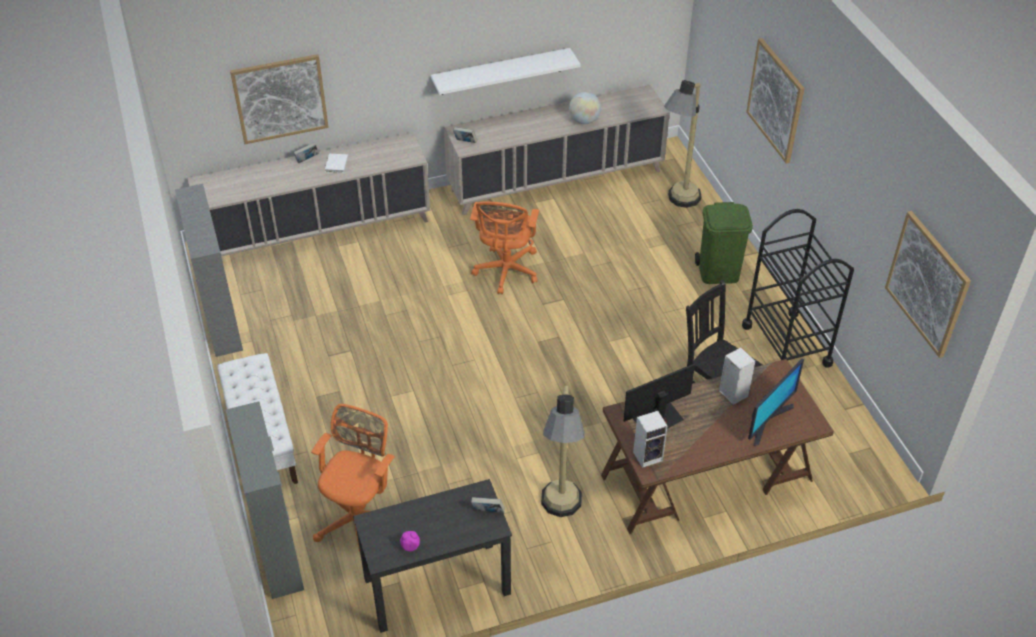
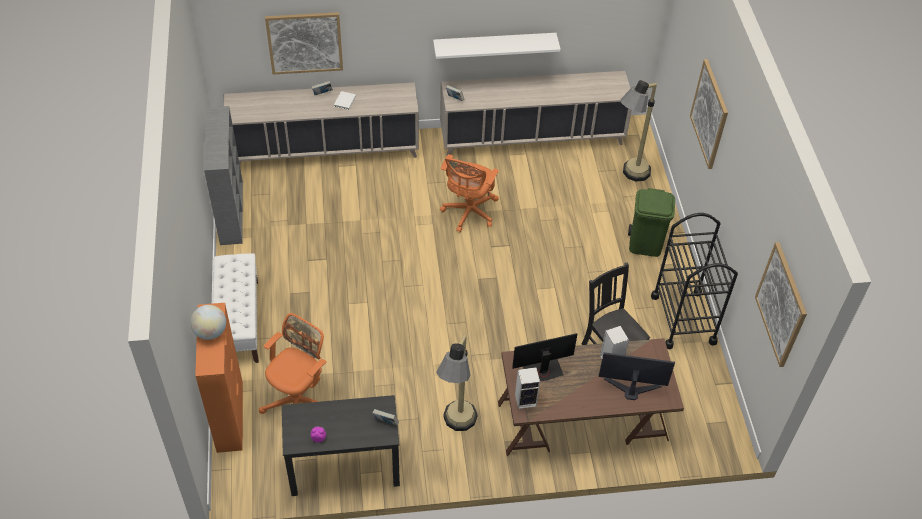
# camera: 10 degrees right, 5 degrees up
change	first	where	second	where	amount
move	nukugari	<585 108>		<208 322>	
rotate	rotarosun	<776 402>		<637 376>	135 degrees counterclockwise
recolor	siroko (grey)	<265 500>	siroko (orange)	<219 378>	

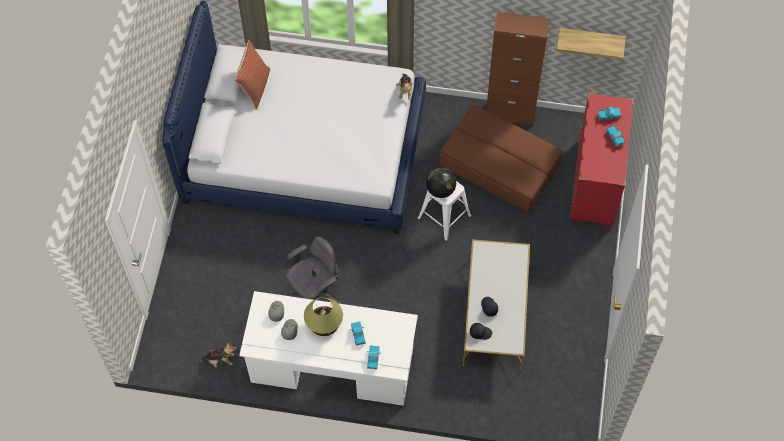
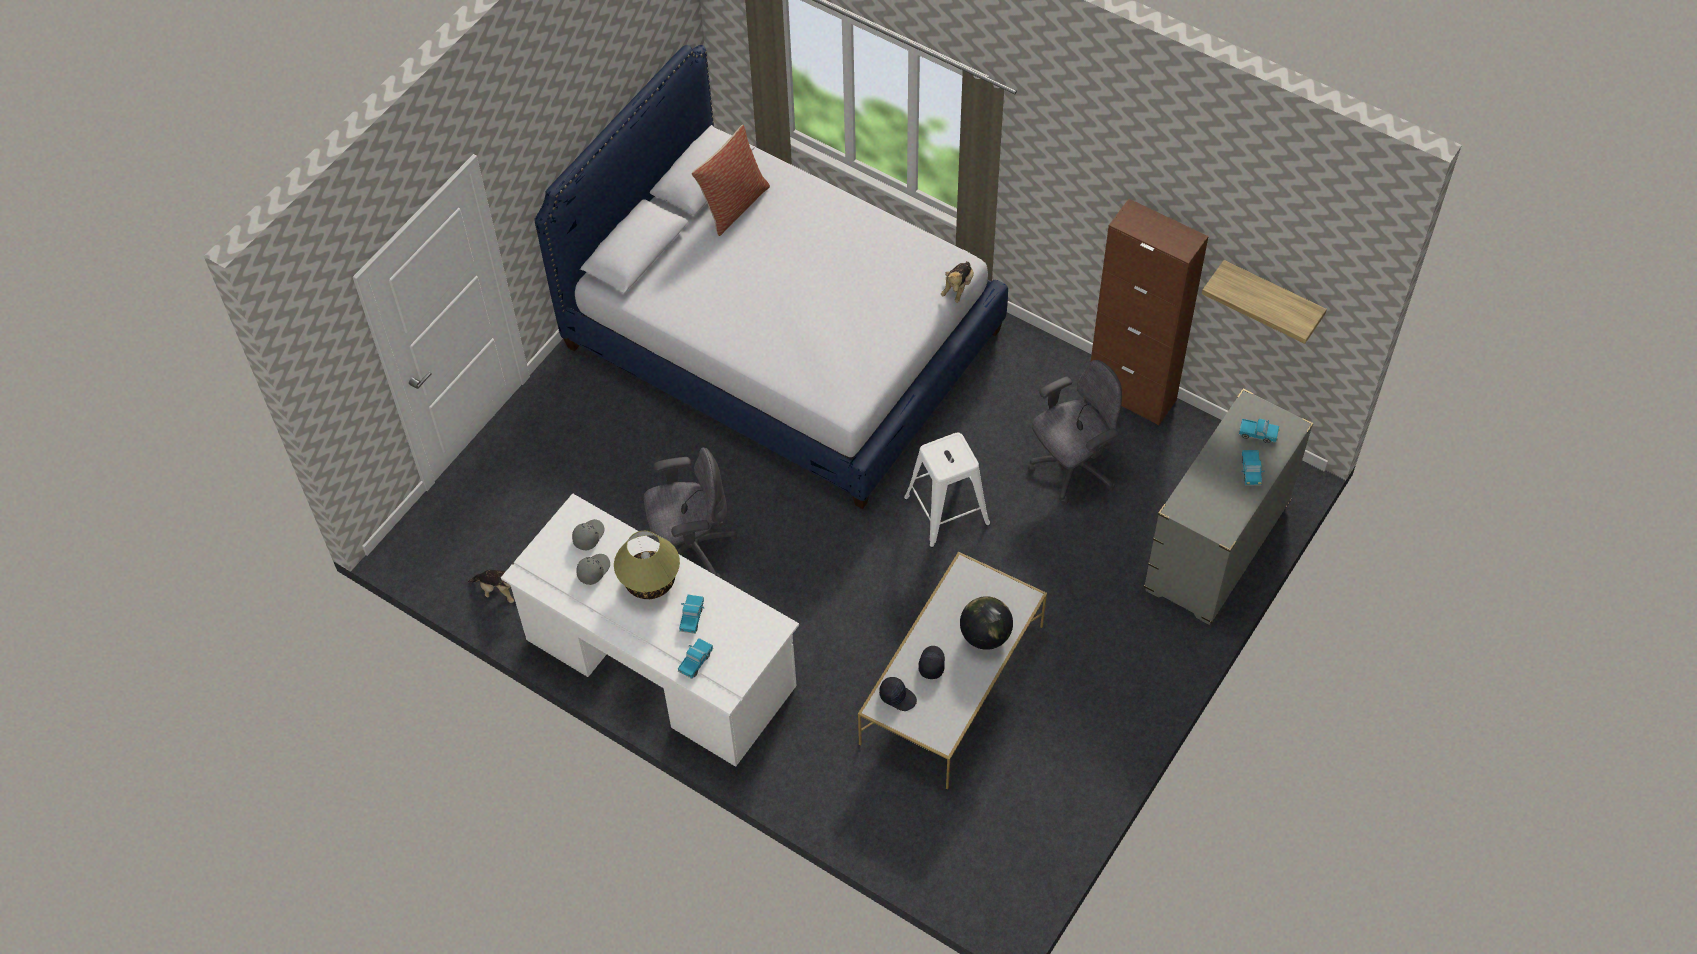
# camera: 25 degrees right, 5 degrees down
change	first	where	second	where	amount
recolor	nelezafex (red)	<602 159>	nelezafex (grey)	<1229 507>	
replace	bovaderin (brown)	<501 159>	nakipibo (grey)	<1075 432>	
move	nukugari	<441 183>		<986 623>	

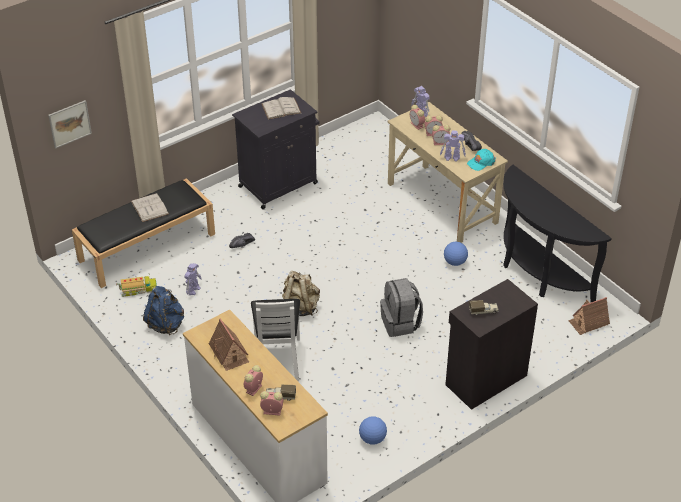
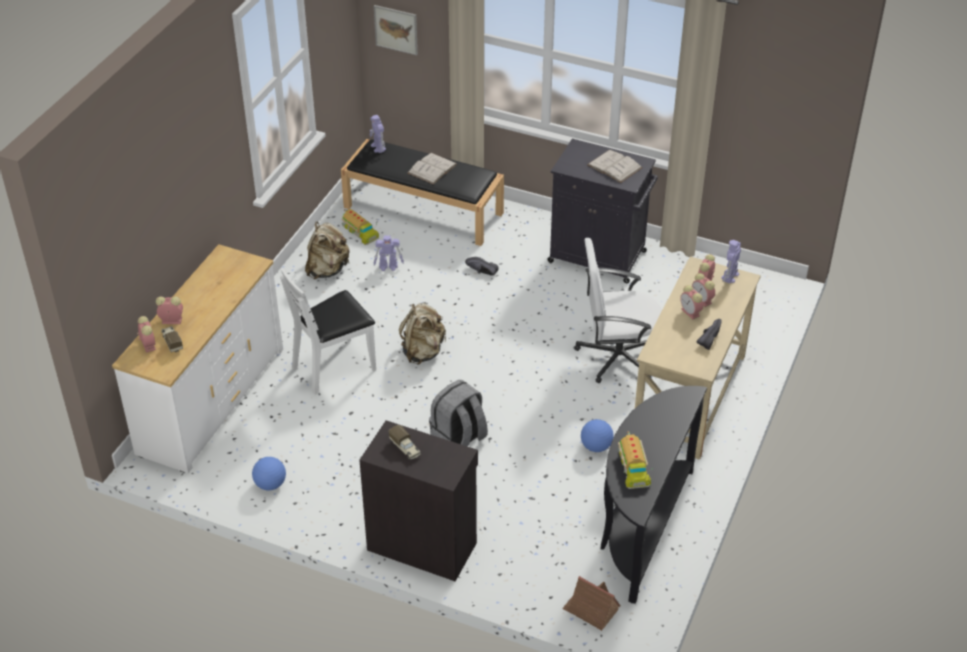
# camera: 60 degrees right, 0 degrees up
change	first	where	second	where	amount
move	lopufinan	<453 145>		<378 134>	
delete	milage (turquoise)	<481 160>			
recolor	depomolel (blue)	<163 310>	depomolel (beige)	<327 250>	
delete	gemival	<229 344>			
insert			nakipibo (white)	<618 310>	
insert			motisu	<635 460>	

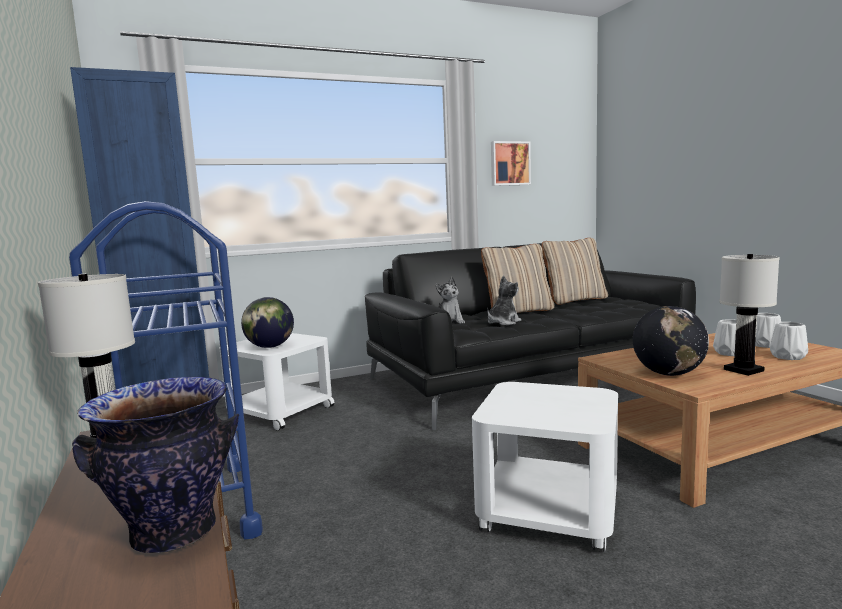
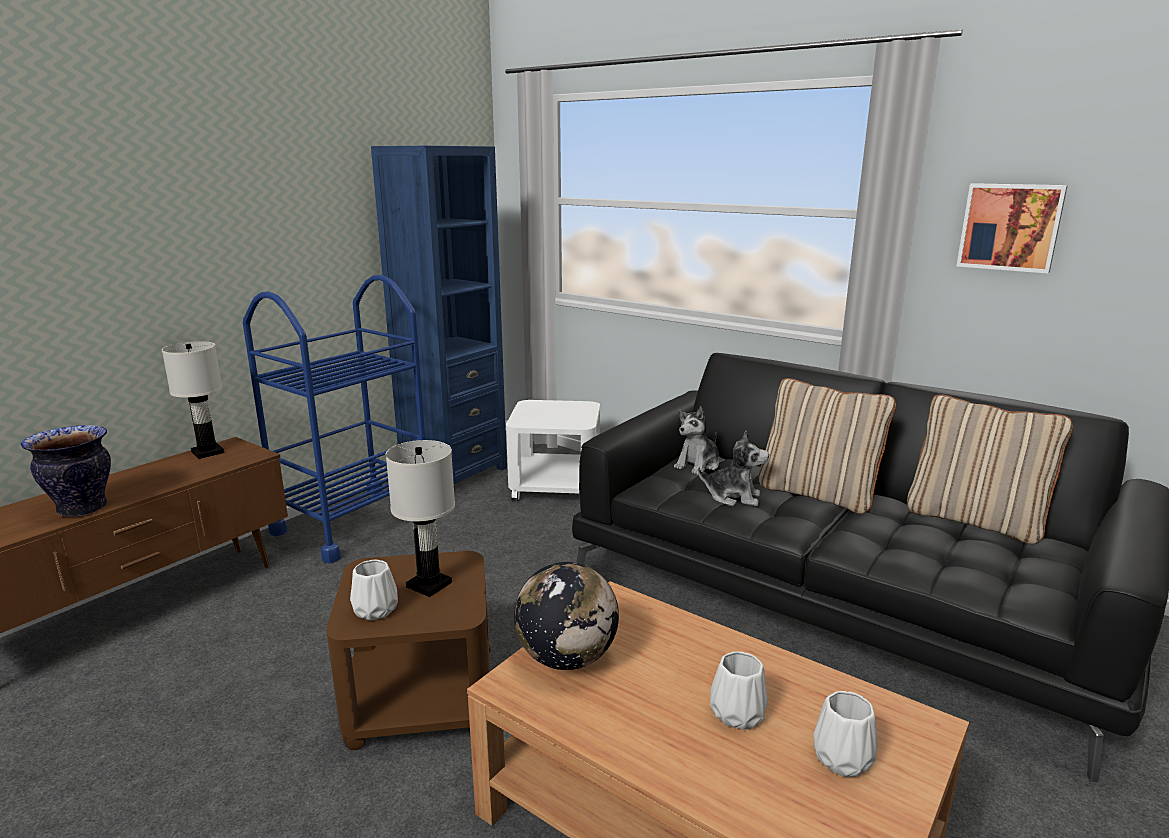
# camera: 60 degrees right, 10 degrees up
change	first	where	second	where	amount
move	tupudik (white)	<750 315>		<420 518>	
delete	nukugari	<267 322>			
move	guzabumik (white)	<789 341>		<374 590>	
recolor	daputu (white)	<545 467>	daputu (brown)	<408 650>	

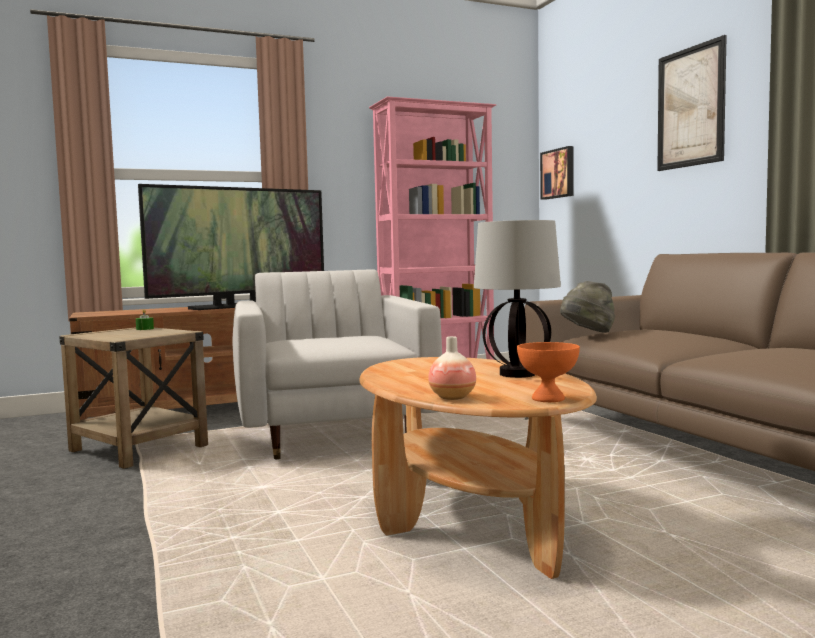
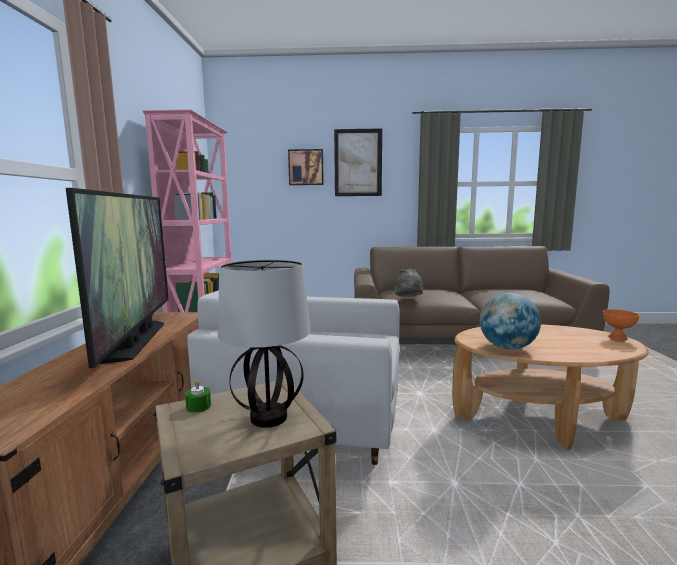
# camera: 65 degrees left, 5 degrees up
change	first	where	second	where	amount
move	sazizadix	<556 173>		<306 167>	
move	tupudik	<517 299>		<264 343>	
delete	guzabumik	<452 368>			
insert			nukugari	<510 321>	

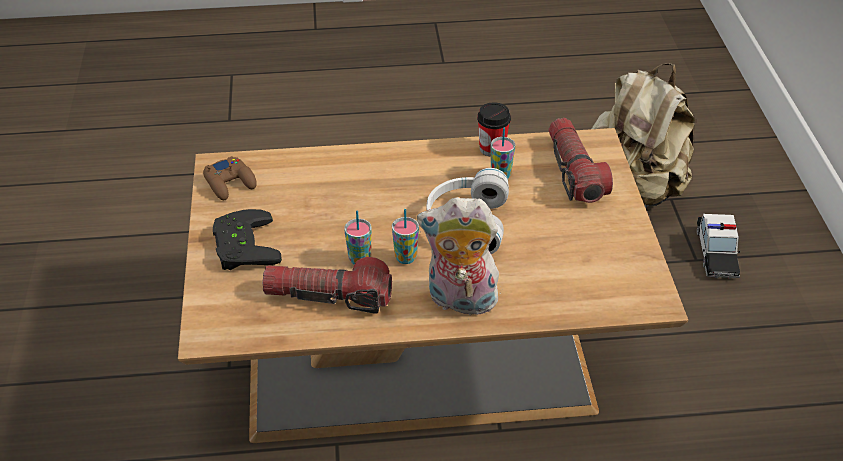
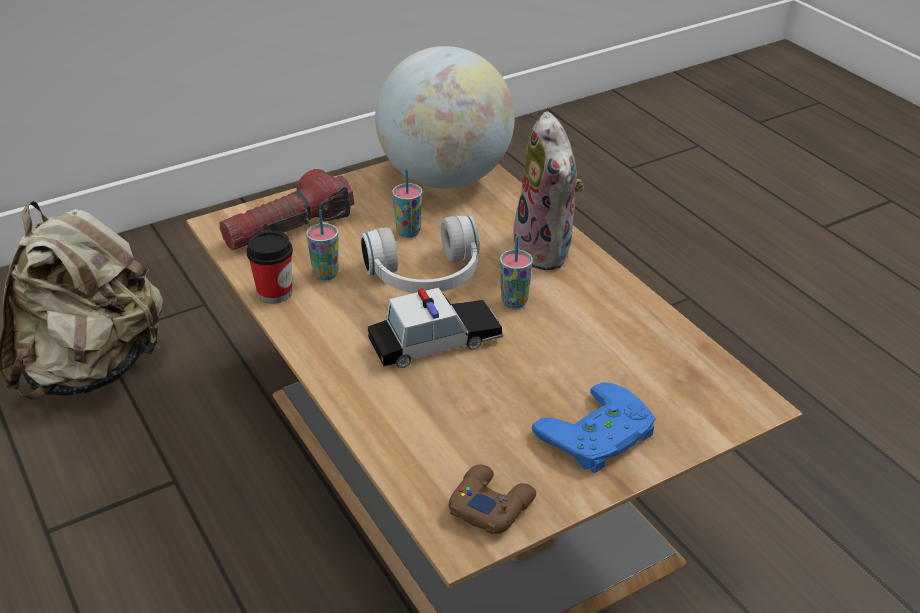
# camera: 115 degrees left, 5 degrees down
change	first	where	second	where	amount
recolor	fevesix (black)	<247 239>	fevesix (blue)	<594 427>	
move	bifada	<358 237>		<407 203>	
move	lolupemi	<718 246>		<435 327>	
delete	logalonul	<327 285>			
insert			nukugari	<445 117>	

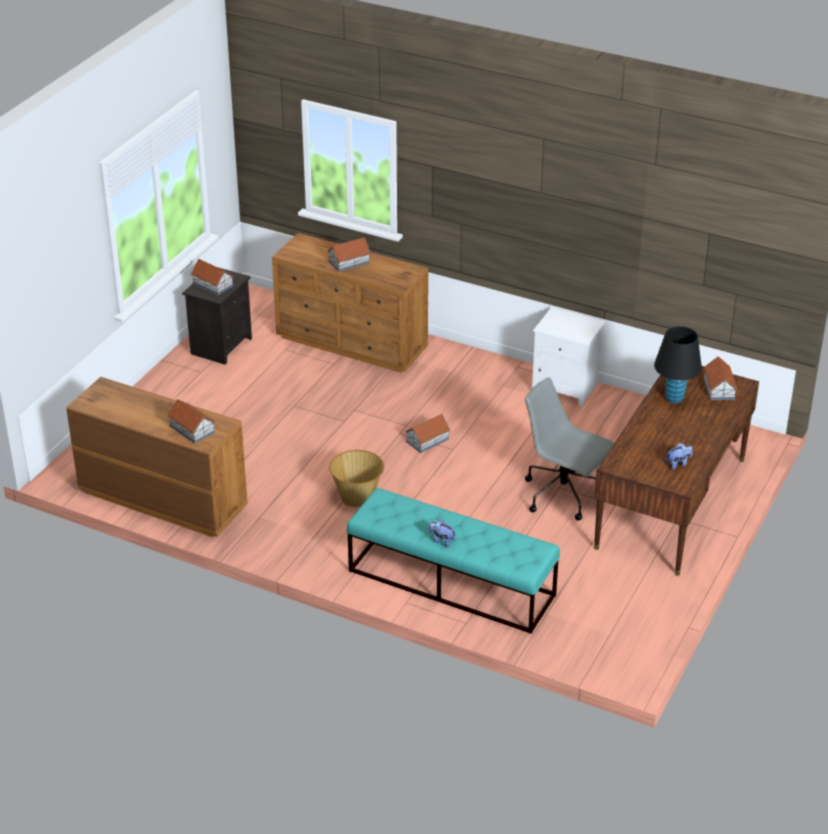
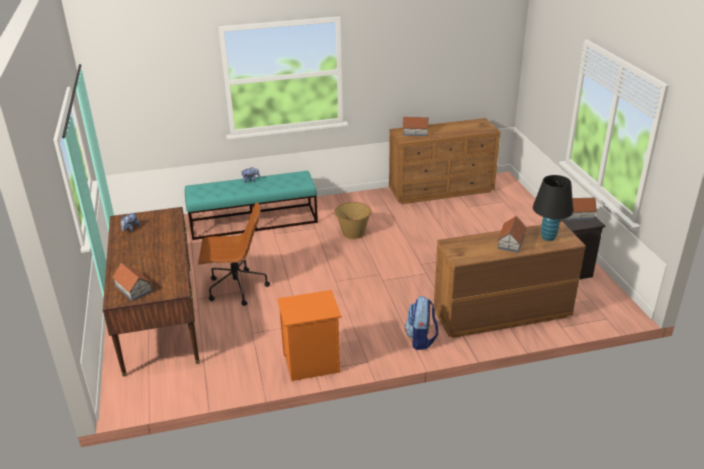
# camera: 140 degrees right, 5 degrees down
change	first	where	second	where	amount
recolor	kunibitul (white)	<568 357>	kunibitul (orange)	<309 335>	
move	tupudik (black)	<678 365>		<553 208>	
recolor	nakipibo (grey)	<569 449>	nakipibo (brown)	<234 254>	
delete	gemival	<428 433>			
insert			depomolel	<421 323>	

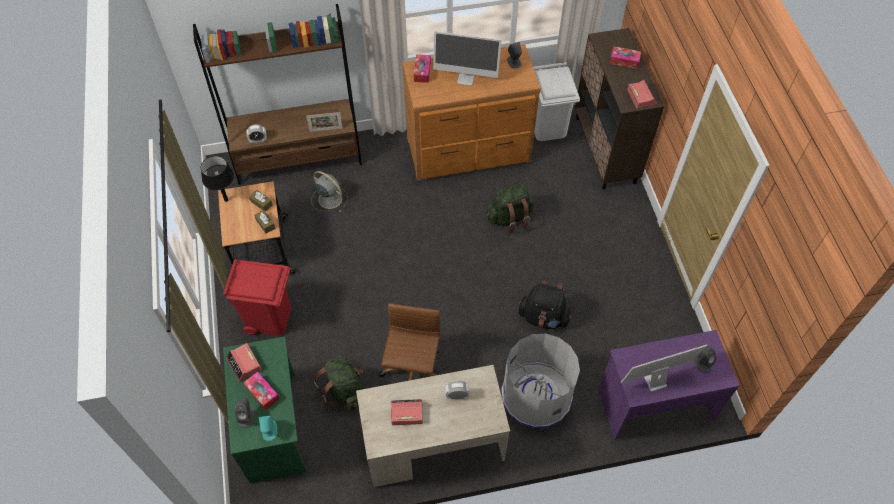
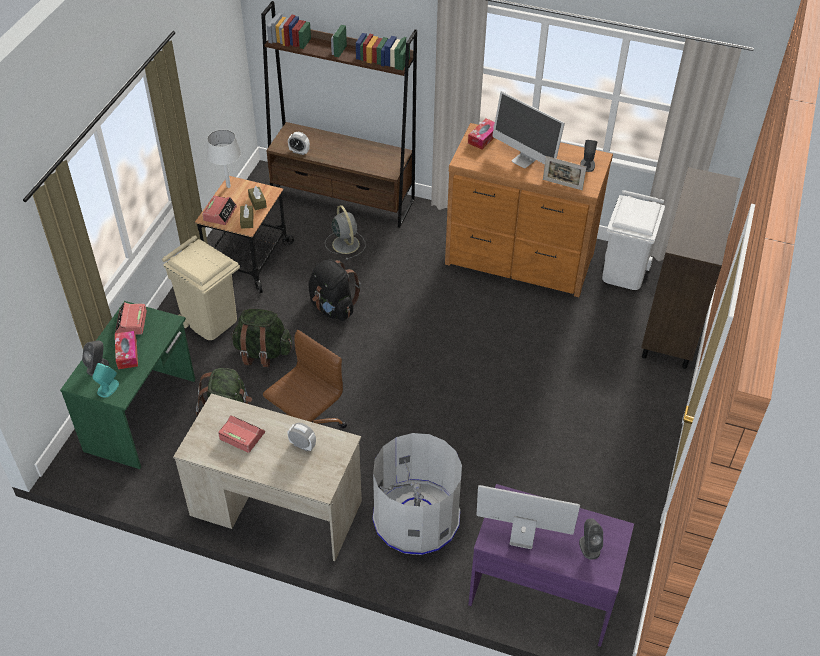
# camera: 30 degrees right, 10 degrees down
change	first	where	second	where	amount
delete	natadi	<625 57>			
move	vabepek	<642 94>		<220 210>	
move	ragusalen	<324 122>		<564 173>	
recolor	tupudik (black)	<217 179>	tupudik (white)	<224 159>	
move	depomolel (green)	<510 208>		<261 338>	
recolor	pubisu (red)	<257 297>	pubisu (beige)	<201 288>	
move	depomolel (black)	<545 304>		<334 290>	

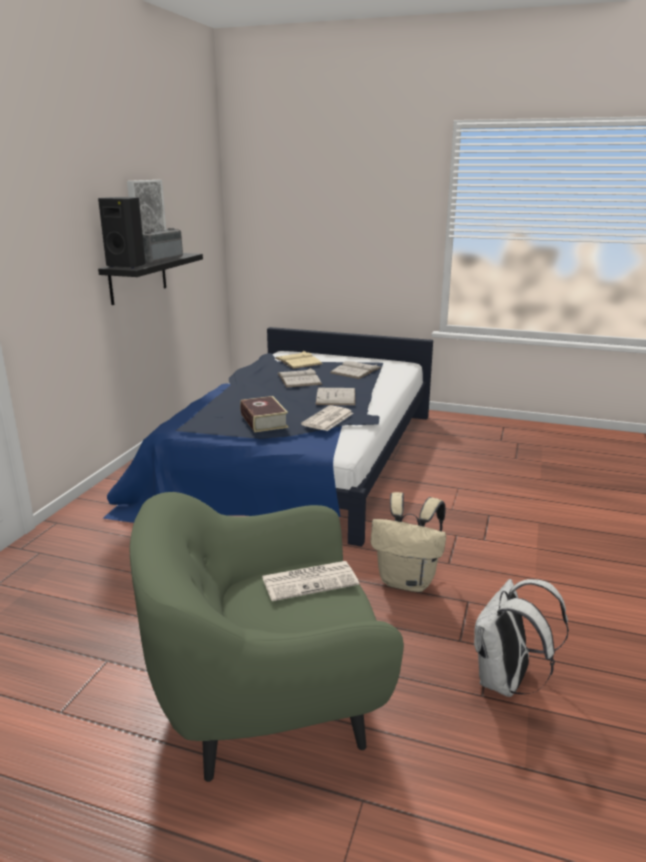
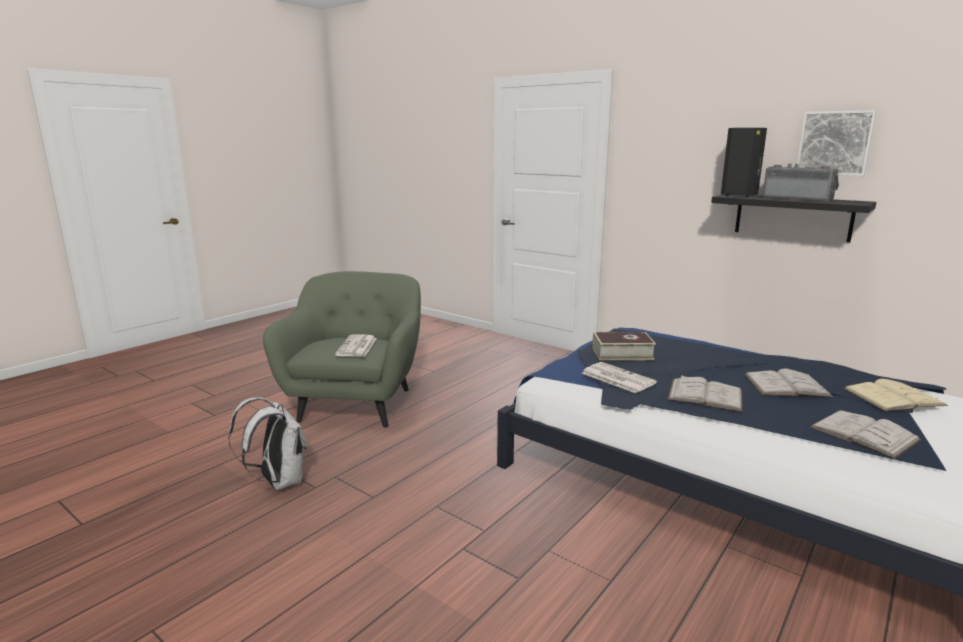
# camera: 110 degrees right, 5 degrees down
change	first	where	second	where	amount
delete	depomolel (beige)	<408 542>			

